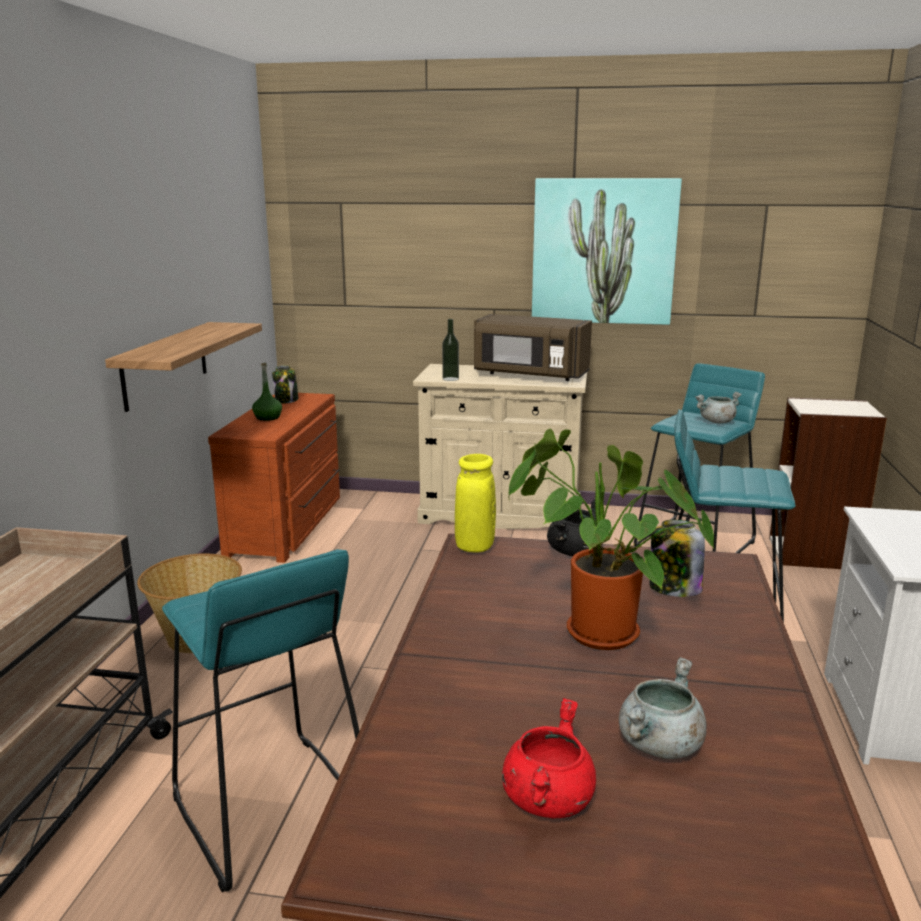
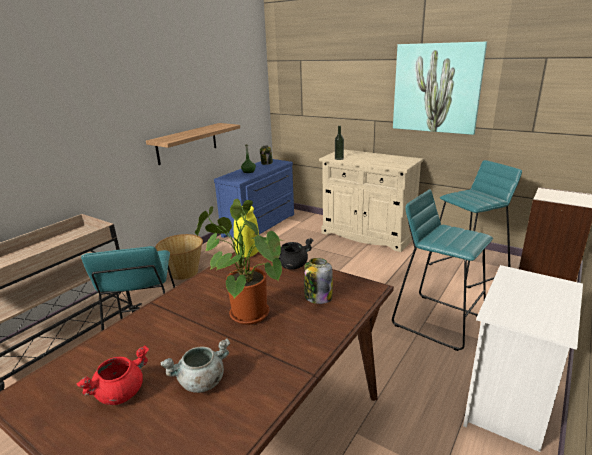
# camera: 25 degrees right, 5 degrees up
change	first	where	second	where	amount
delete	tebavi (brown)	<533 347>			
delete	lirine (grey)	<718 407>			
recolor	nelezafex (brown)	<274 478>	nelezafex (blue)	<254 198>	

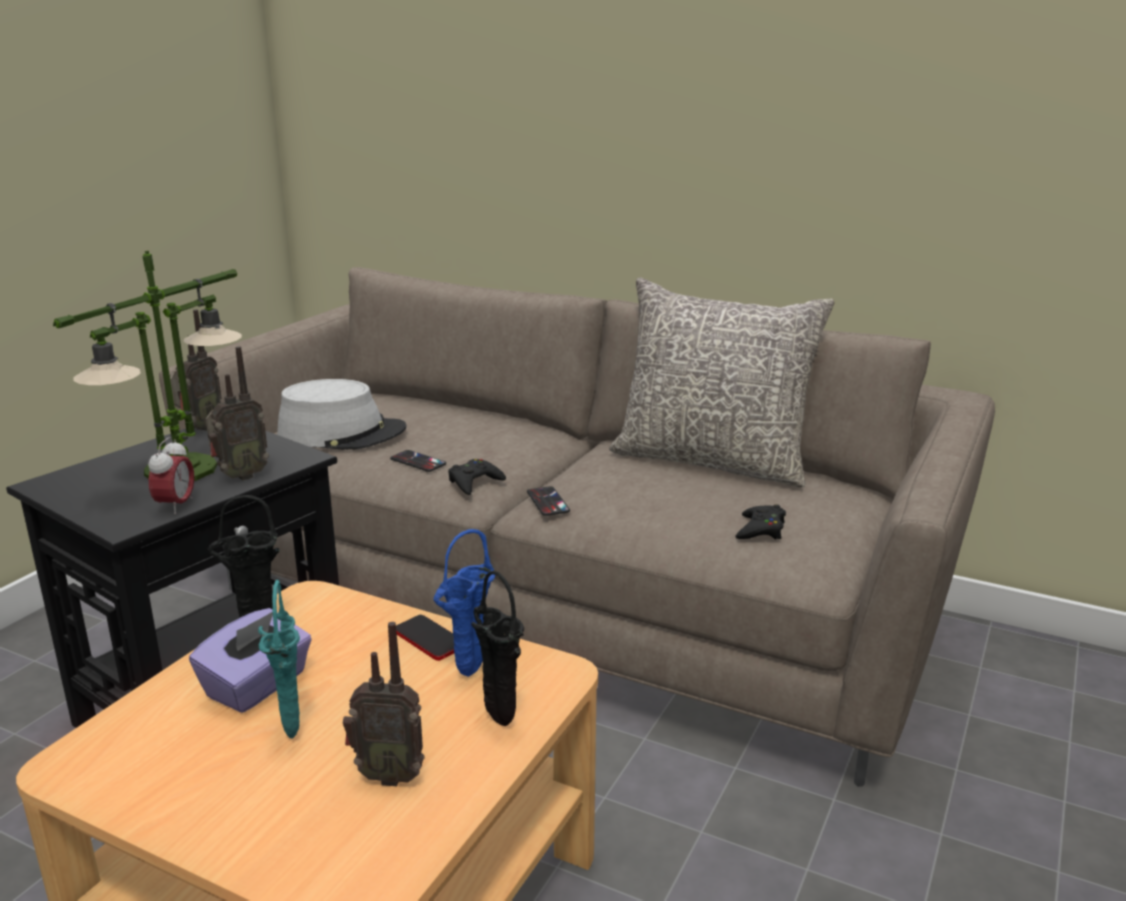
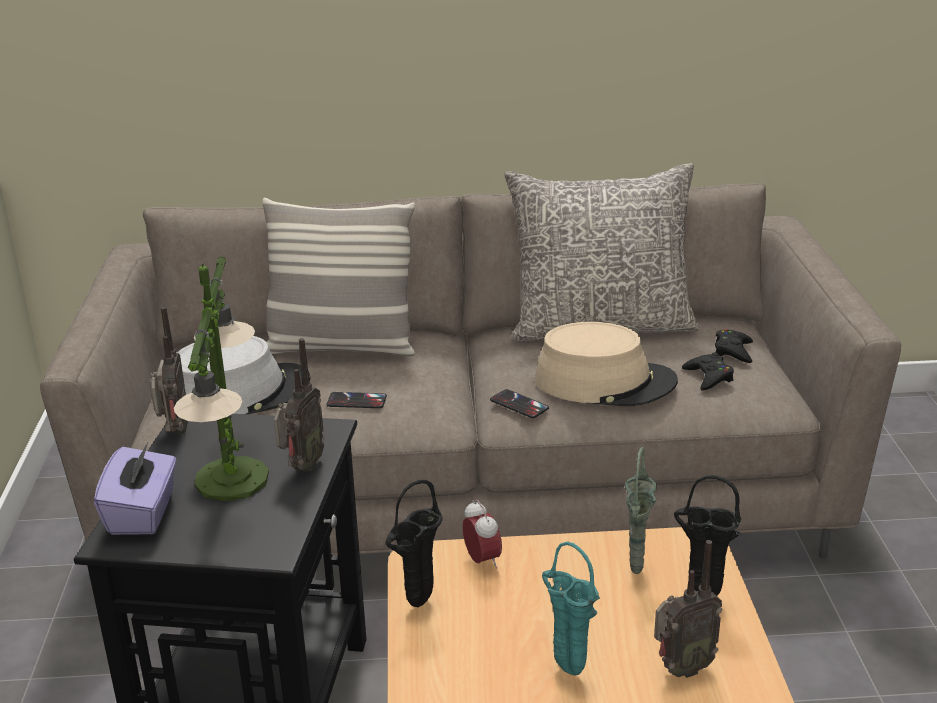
# camera: 30 degrees left, 5 degrees up
change	first	where	second	where	amount
move	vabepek	<171 475>		<482 534>	
move	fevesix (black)	<477 477>		<734 346>	
recolor	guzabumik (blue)	<464 603>	guzabumik (green)	<641 510>	
move	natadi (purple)	<250 660>		<135 488>	
delete	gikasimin	<425 638>			
insert			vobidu	<338 277>	
insert			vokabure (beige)	<606 364>	

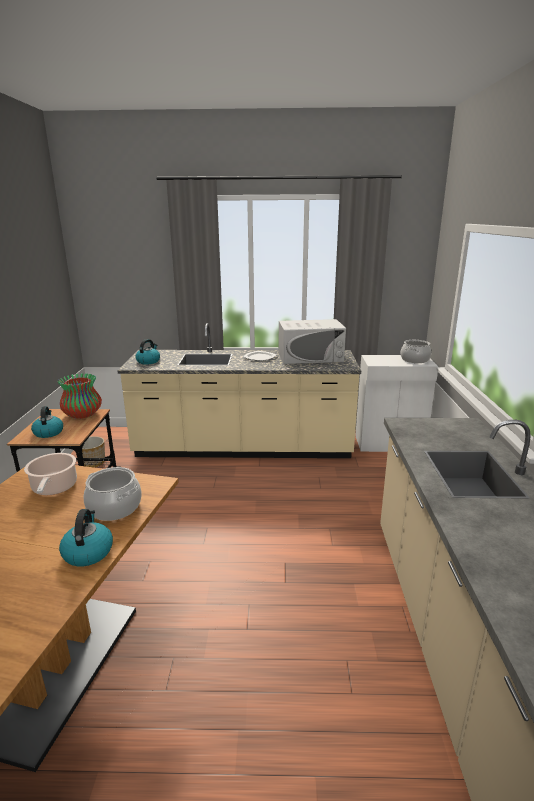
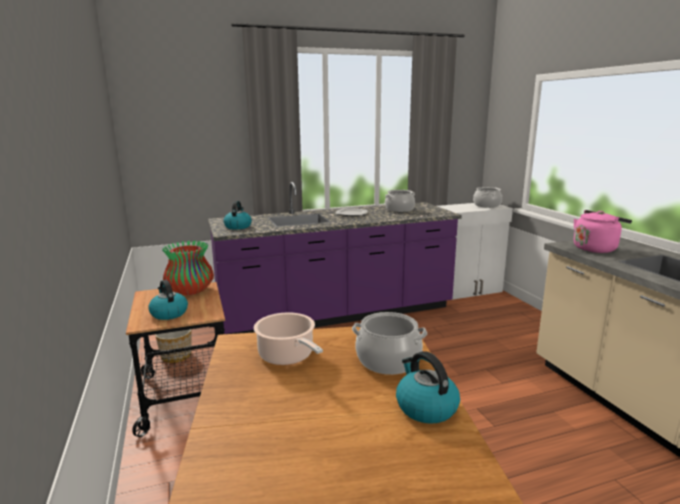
# camera: 20 degrees left, 5 degrees down
change	first	where	second	where	amount
replace	tebavi (white)	<312 341>	lirine	<400 201>	
recolor	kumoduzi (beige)	<239 390>	kumoduzi (purple)	<335 258>	
insert			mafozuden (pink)	<603 231>	

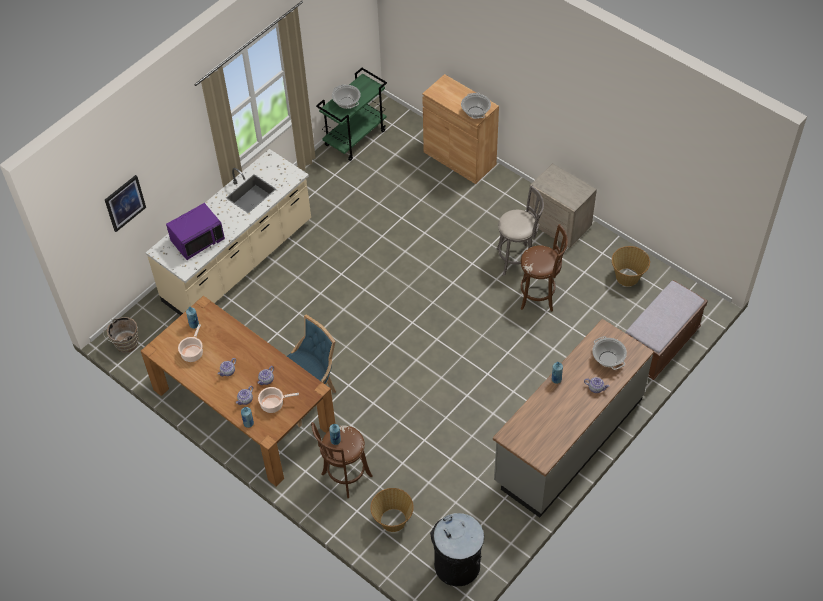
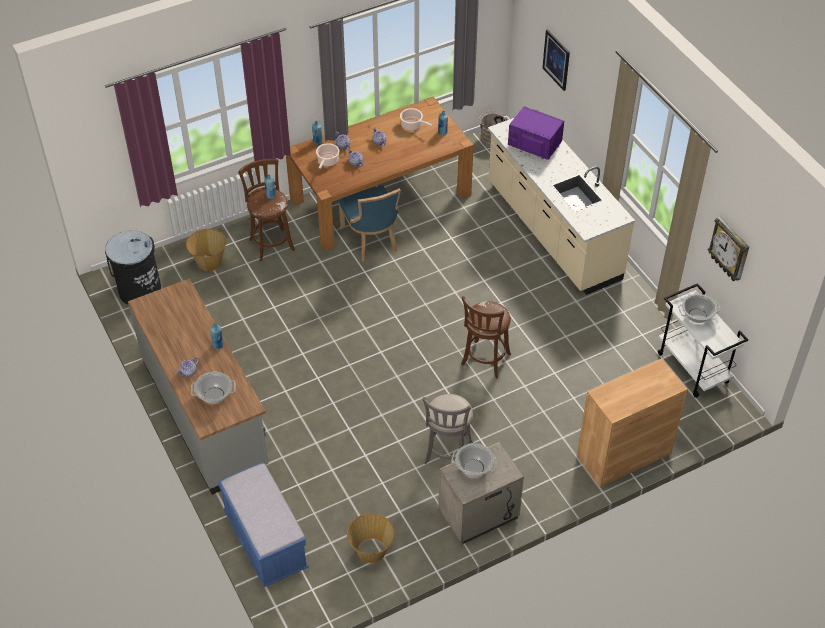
# camera: 110 degrees right, 5 degrees down
change	first	where	second	where	amount
recolor	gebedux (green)	<351 114>	gebedux (white)	<703 340>	
move	lirine	<476 106>		<474 460>	
rotate	tebavi (purple)	<195 231>		<536 133>	135 degrees clockwise
move	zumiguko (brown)	<544 267>		<486 337>	
recolor	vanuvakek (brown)	<666 330>	vanuvakek (blue)	<263 524>	
insert			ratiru	<728 249>	

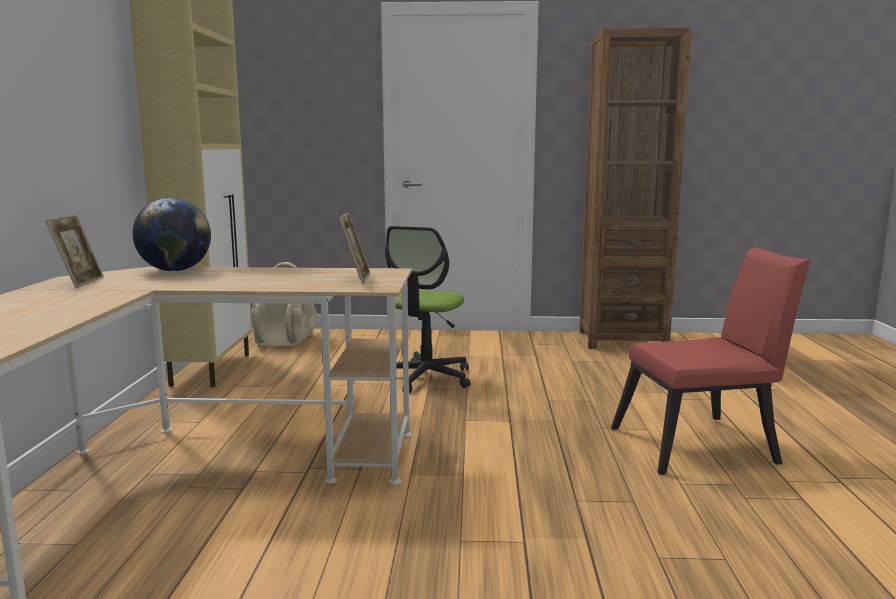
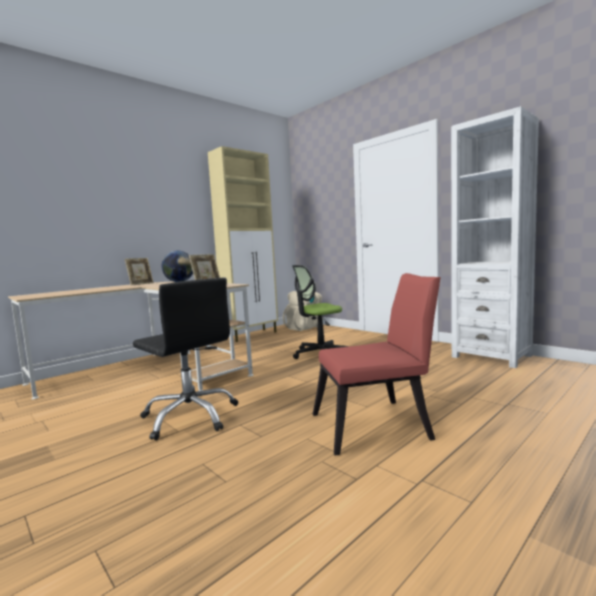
# camera: 45 degrees right, 5 degrees down
change	first	where	second	where	amount
recolor	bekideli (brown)	<636 188>	bekideli (white)	<495 237>	
rotate	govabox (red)	<710 361>		<376 364>	45 degrees counterclockwise
insert			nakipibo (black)	<185 359>	

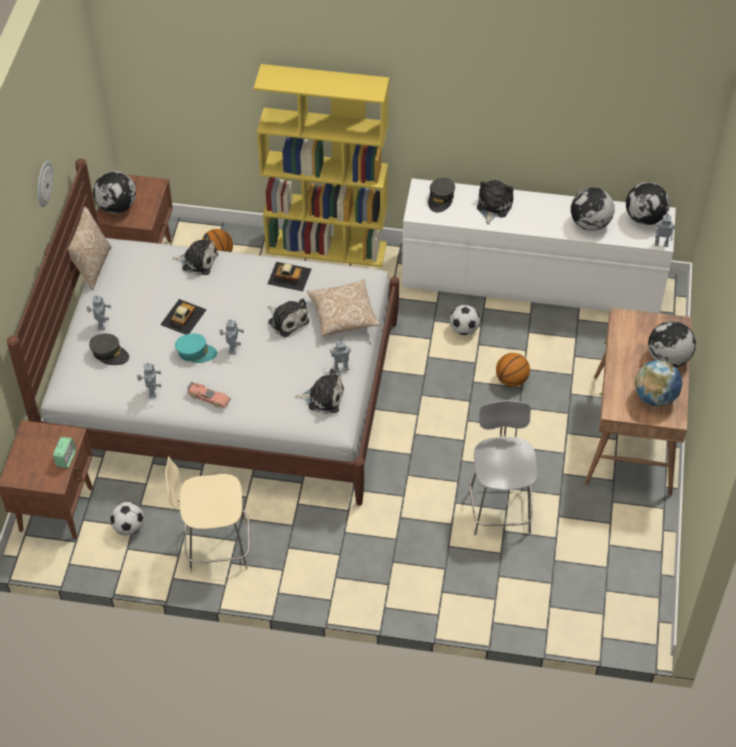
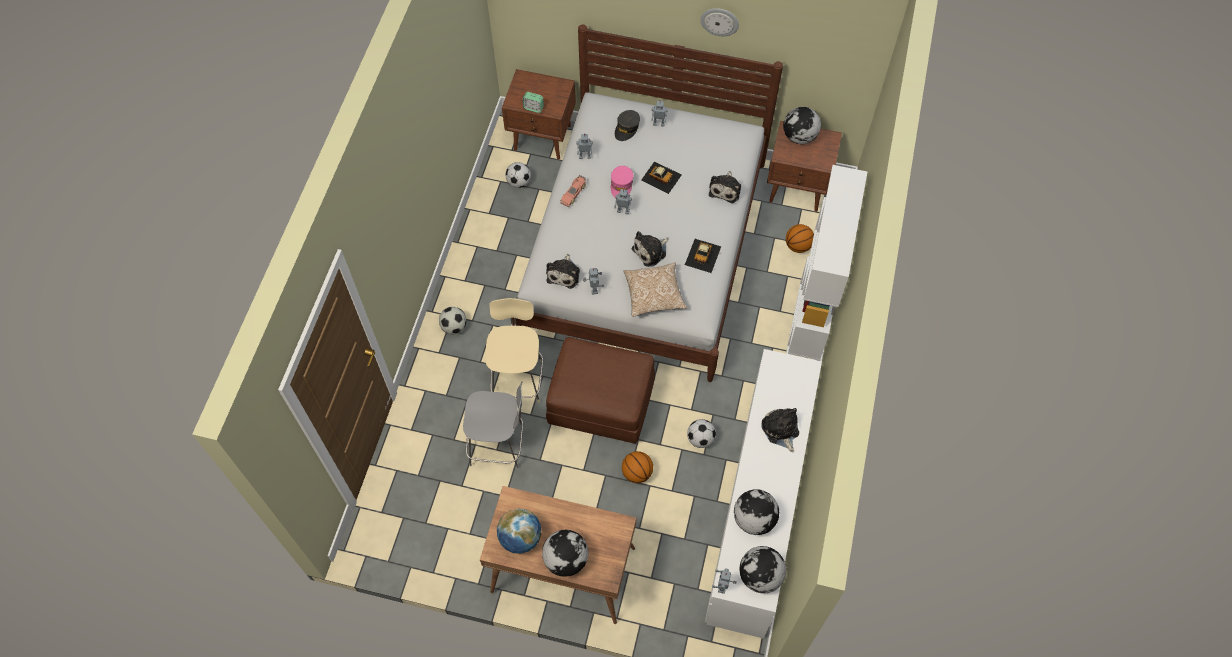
# camera: 95 degrees right, 10 degrees up
change	first	where	second	where	amount
recolor	bekideli (yellow)	<321 165>	bekideli (white)	<826 263>	
delete	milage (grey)	<441 195>			
rotate	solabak	<495 202>		<780 430>	135 degrees counterclockwise
delete	vobidu	<89 248>			
recolor	milage (turquoise)	<196 348>	milage (pink)	<622 182>	
move	govabox (beige)	<207 514>		<514 350>	
insert			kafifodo	<452 320>	
insert			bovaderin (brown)	<600 390>	

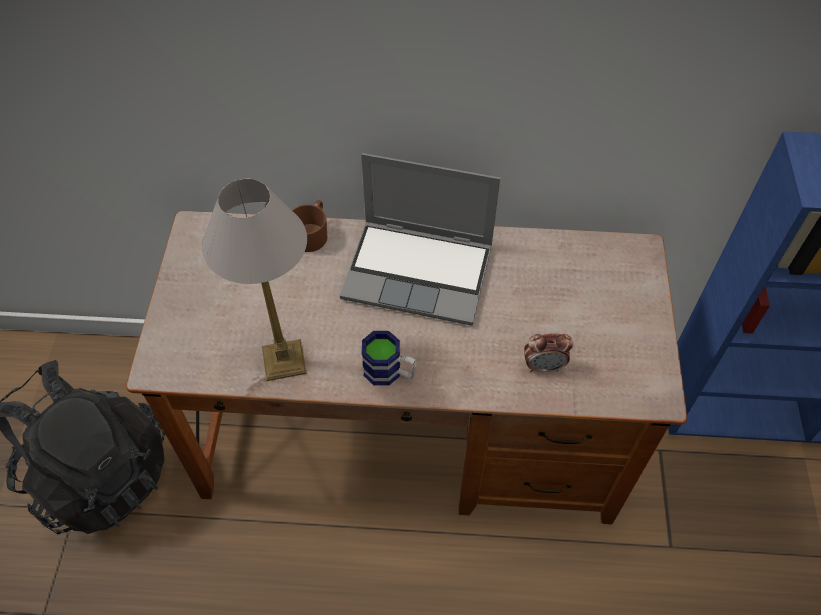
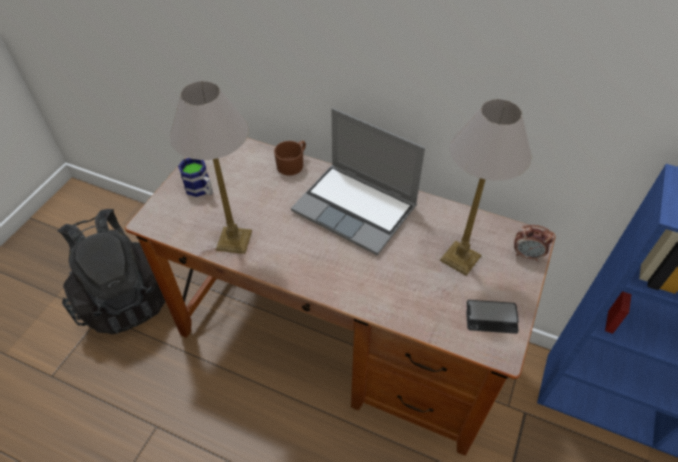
# camera: 20 degrees right, 5 degrees down
change	first	where	second	where	amount
move	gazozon	<389 358>		<195 177>	
move	vabepek	<548 352>		<534 243>	
insert			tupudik	<485 187>	
insert			gikasimin	<492 317>	

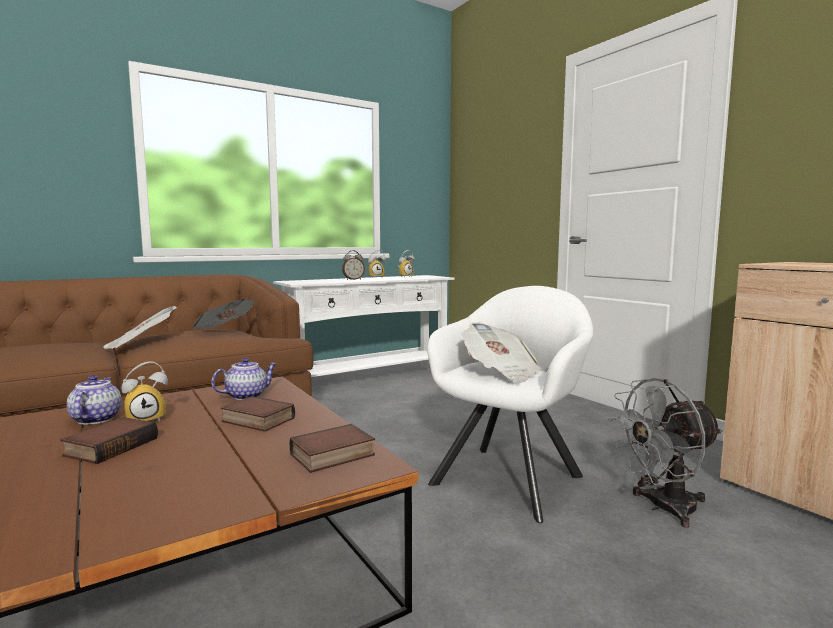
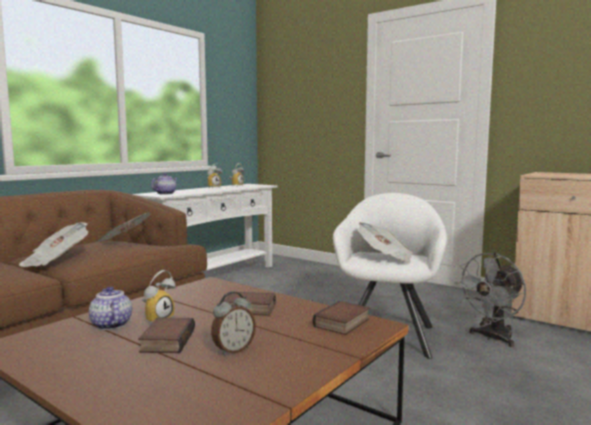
# camera: 20 degrees left, 0 degrees up
change	first	where	second	where	amount
move	vabepek	<353 265>		<233 323>	
move	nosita	<244 379>		<164 184>	

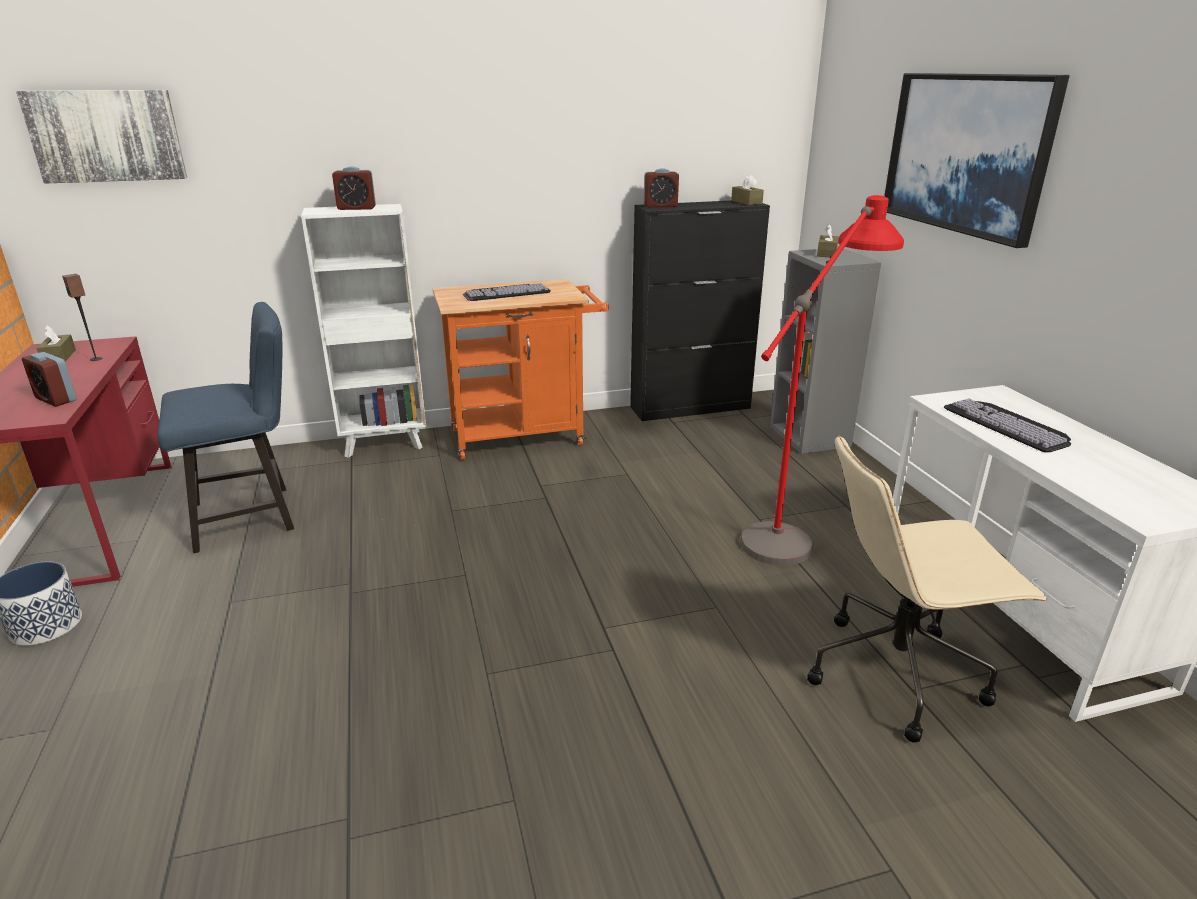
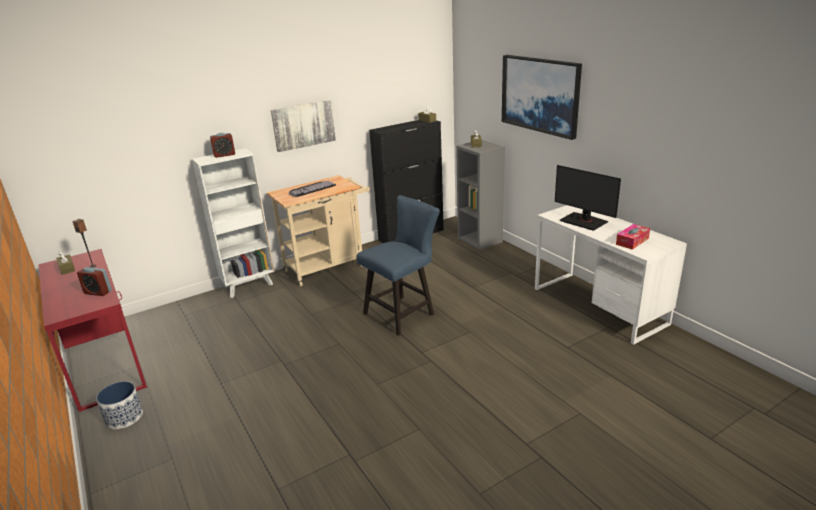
# camera: 15 degrees left, 0 degrees up
change	first	where	second	where	amount
move	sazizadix	<101 137>		<303 126>	
delete	vabepek	<661 187>			
delete	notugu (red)	<822 380>			
recolor	gebedux (orange)	<521 369>	gebedux (beige)	<318 231>	
move	govabox (blue)	<225 427>		<398 265>	
replace	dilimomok	<1007 425>	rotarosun	<588 198>	
delete	nakipibo (beige)	<927 588>			
insert			natadi	<633 237>	

